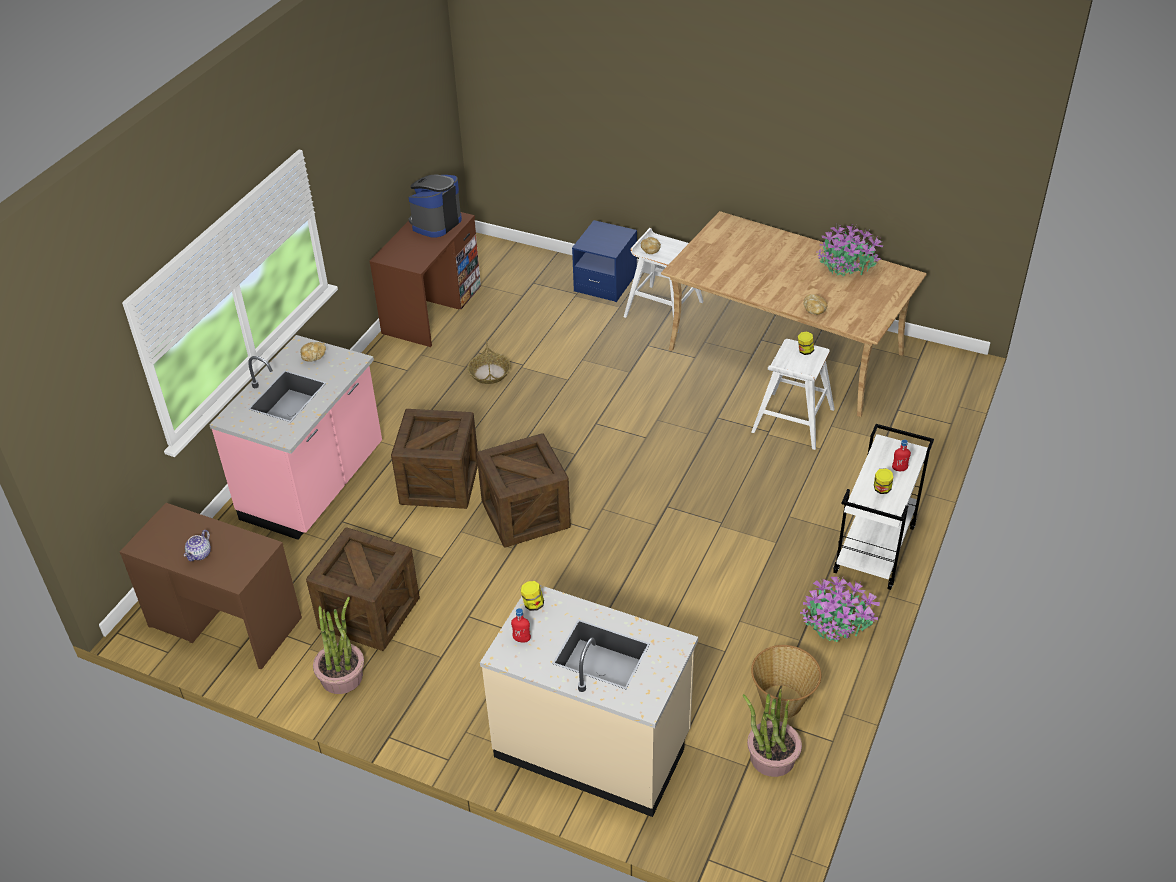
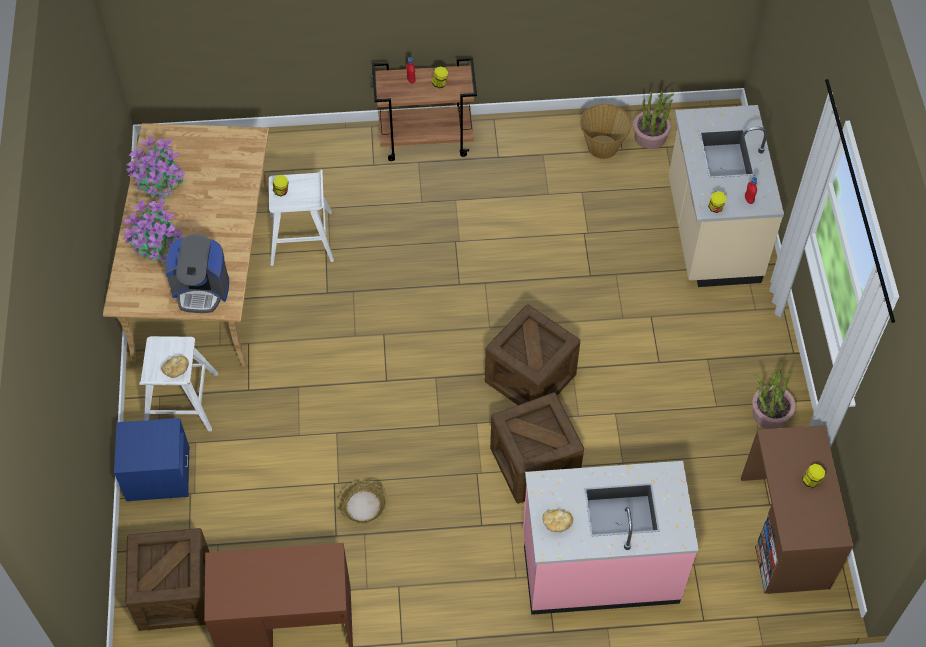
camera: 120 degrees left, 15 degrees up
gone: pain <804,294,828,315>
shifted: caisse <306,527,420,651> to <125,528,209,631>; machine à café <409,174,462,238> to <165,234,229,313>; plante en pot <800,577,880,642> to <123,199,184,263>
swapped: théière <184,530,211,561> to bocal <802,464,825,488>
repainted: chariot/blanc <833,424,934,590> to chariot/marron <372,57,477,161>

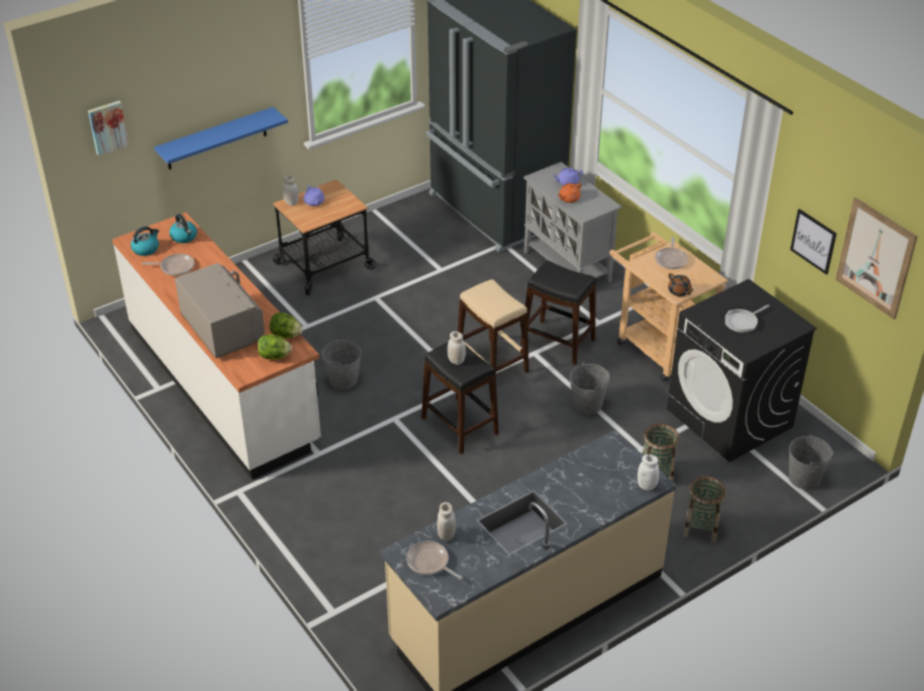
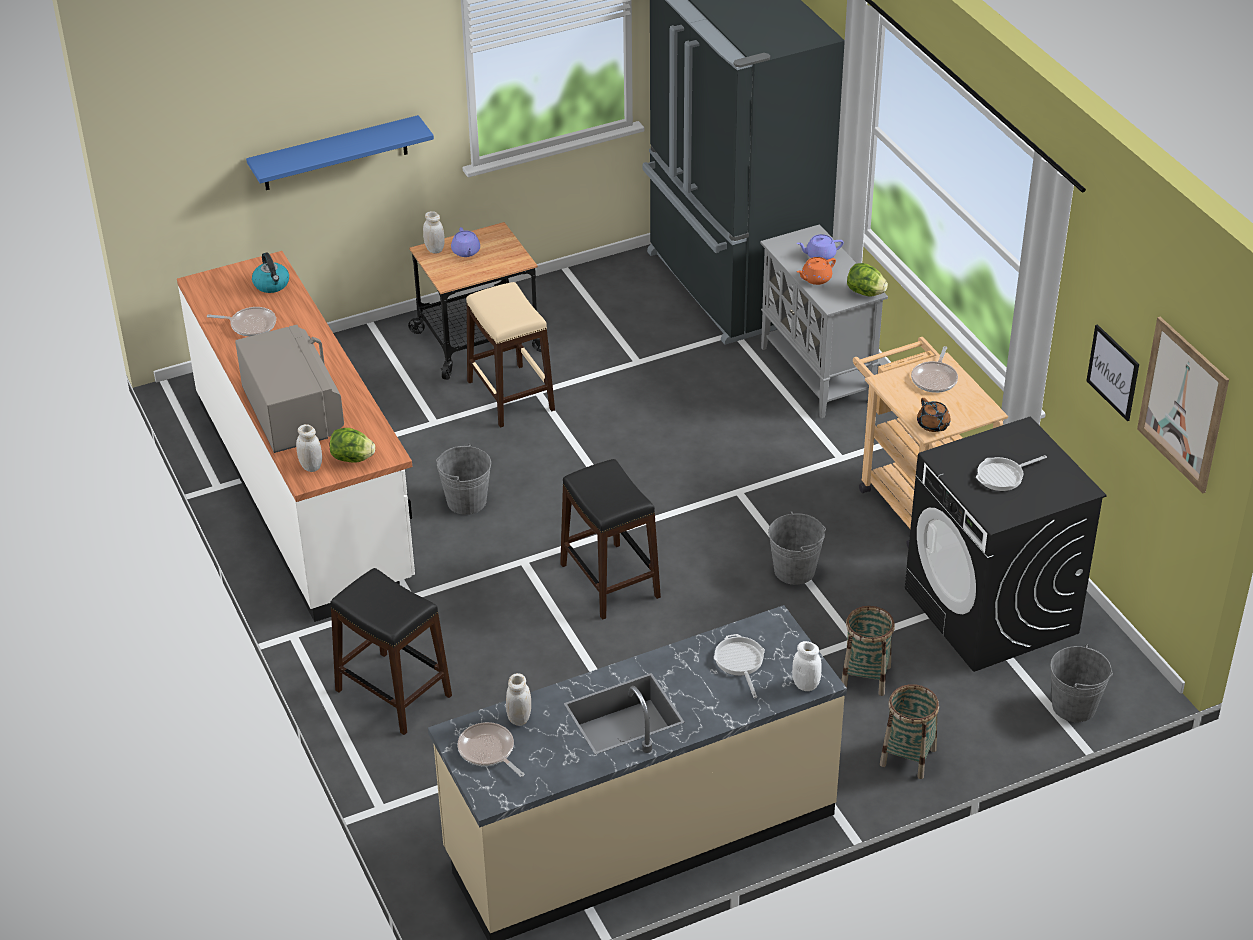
camera: 10 degrees right, 0 degrees up
gone: tableau <88,101,129,156>; bouilloire <131,226,159,256>
new: poêle <714,634,765,698>
shifted: laitue <270,313,303,339> to <847,263,888,296>; bocal/blanc <448,331,466,365> to <296,424,322,472>; tabouret/beige <458,279,529,373> to <466,282,555,428>; tabouret/noir <521,261,596,365> to <330,568,452,735>

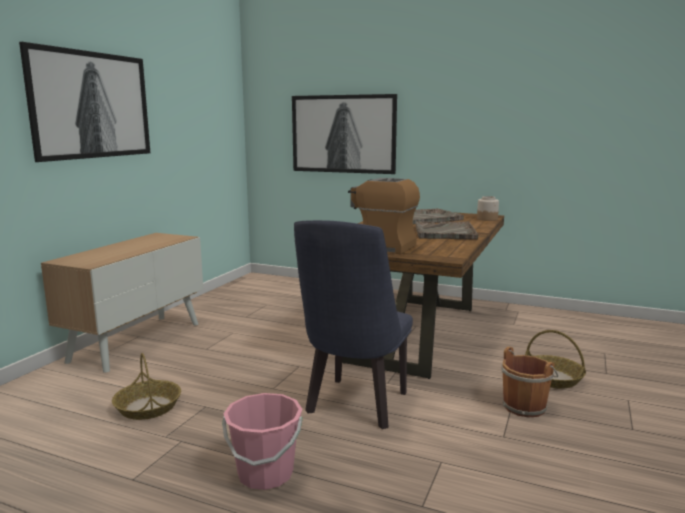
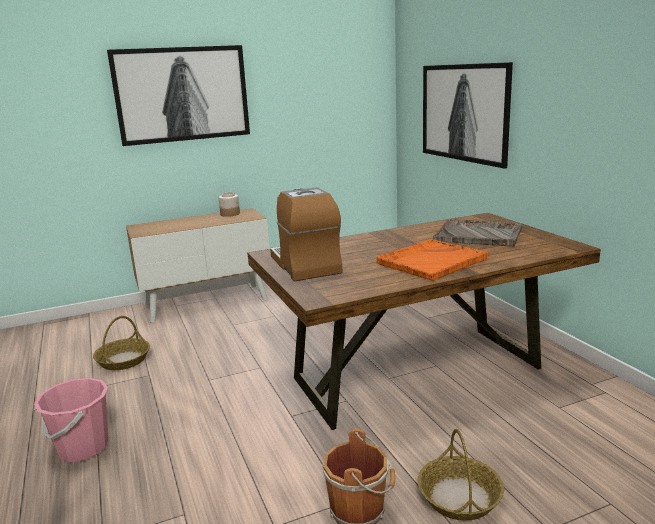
camera: 45 degrees right, 5 degrees up
gone: chaise/bleu <294,220,413,429>
shifted: bocal <477,196,499,221> to <219,192,240,217>
repainted: plateau/gris <416,221,479,239> to plateau/orange <377,239,489,281>

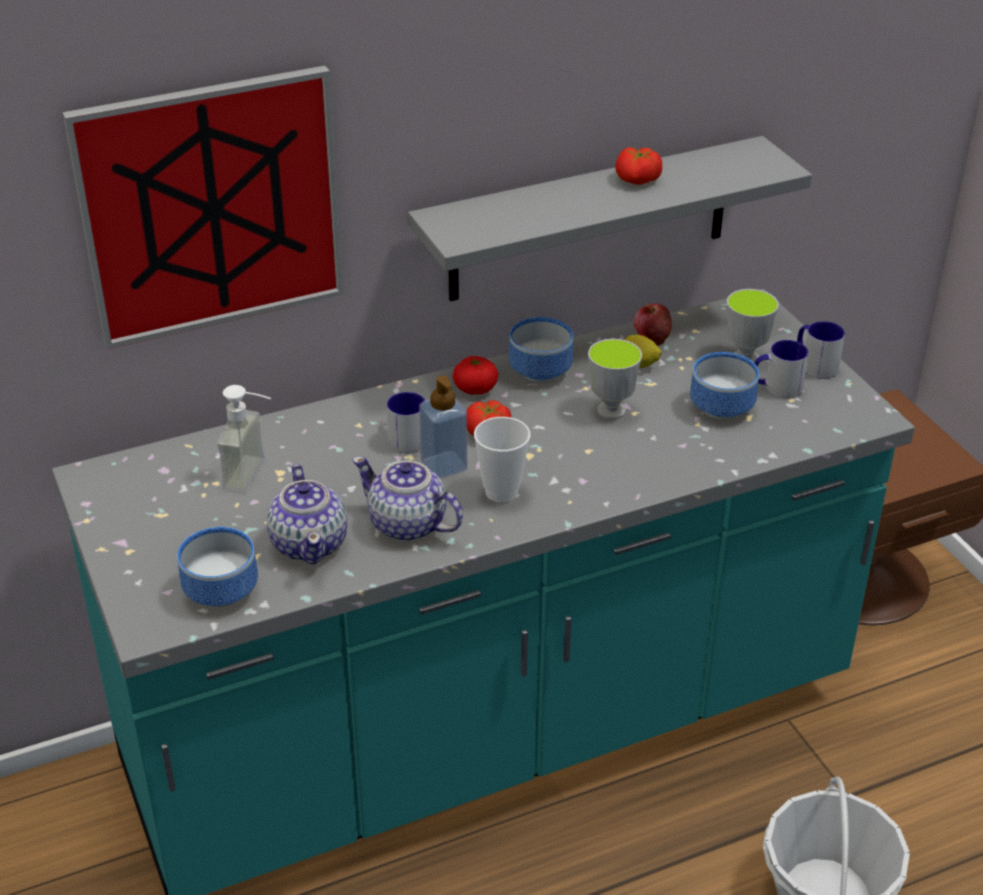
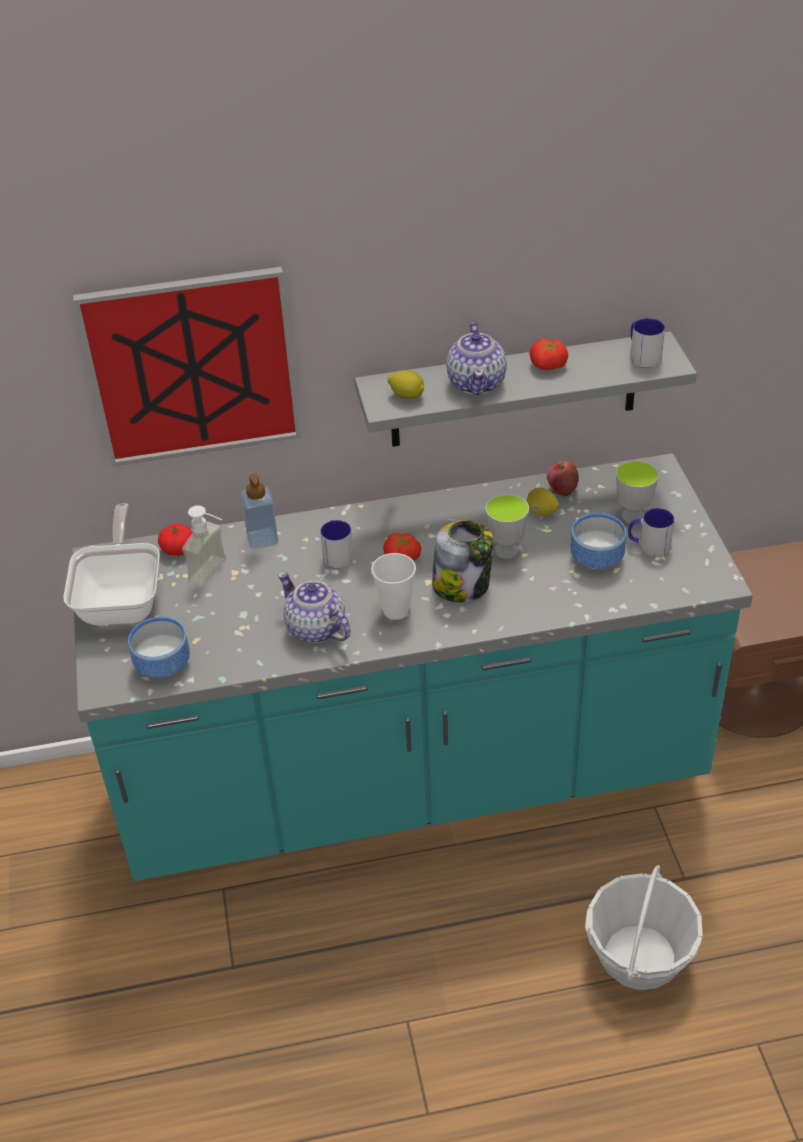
camera: 15 degrees right, 5 degrees up
gone: bol <509,317,573,382>
new: poêle <63,503,160,625>; citron <388,370,424,399>; bocal <432,520,494,602>
shifted: théière <266,464,347,564> to <446,323,507,395>; distributeur de savon <419,375,467,479> to <241,473,278,549>; tomate <453,356,498,395> to <158,523,193,556>; mug <797,321,845,379> to <630,318,665,368>

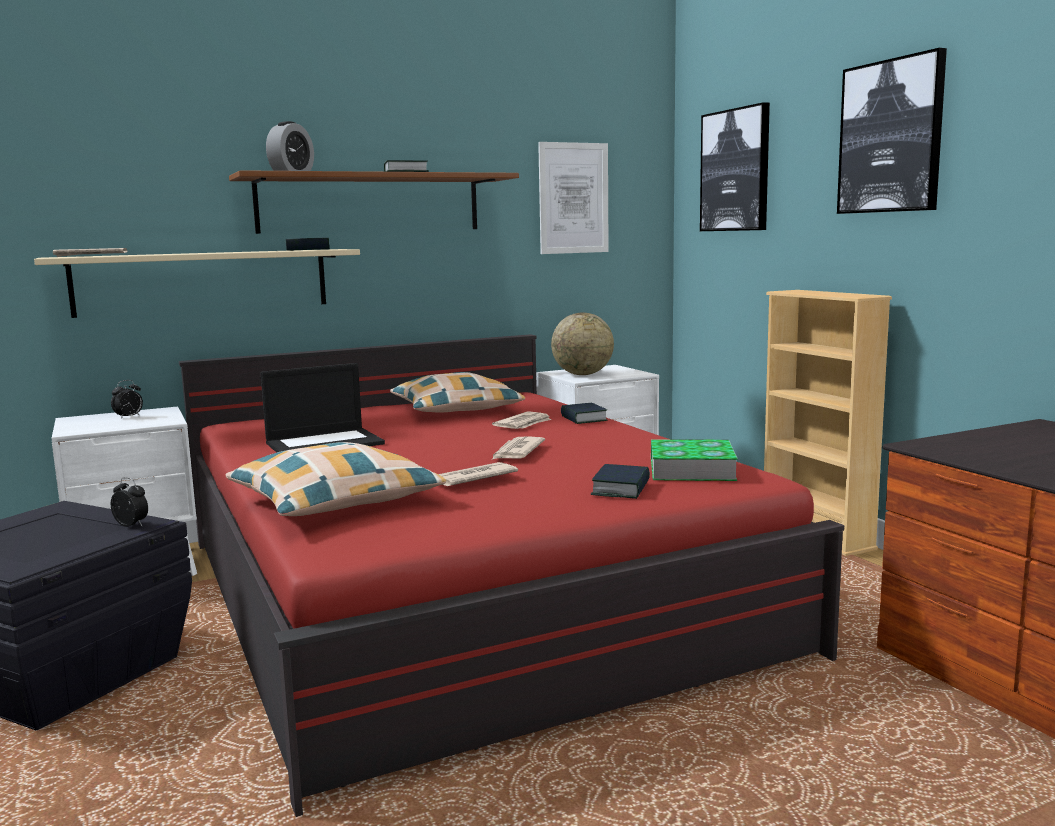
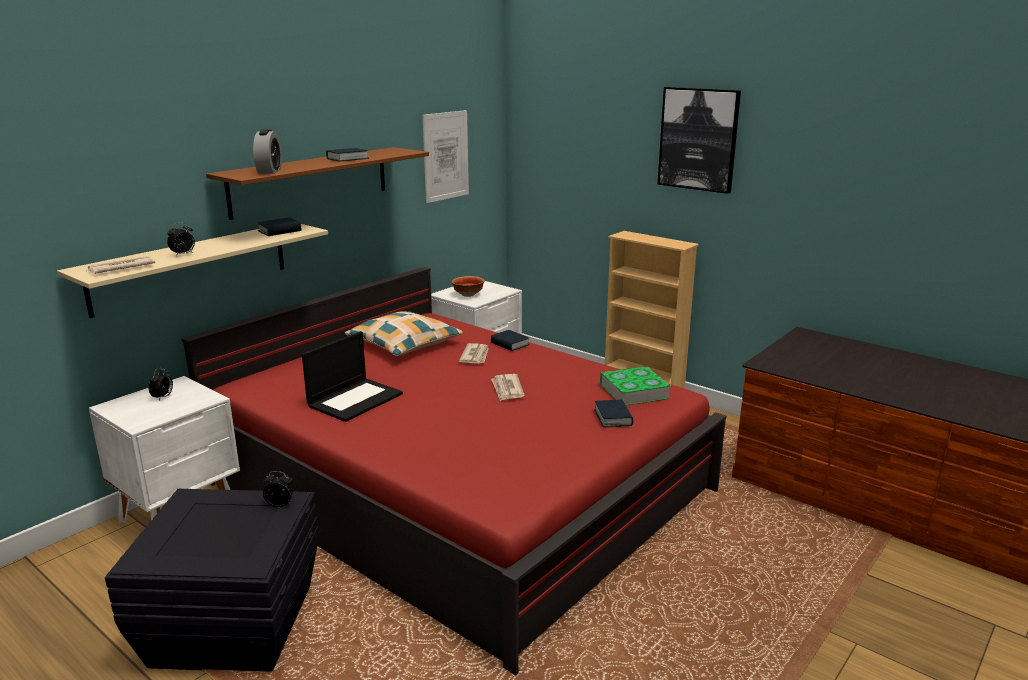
camera: 25 degrees left, 10 degrees up
gone: coussin <226,442,446,516>; journal <438,462,518,486>; tableau <700,102,770,231>
new: réveil <167,222,195,257>
swapped: globe <551,313,614,375> to bol <452,276,484,297>

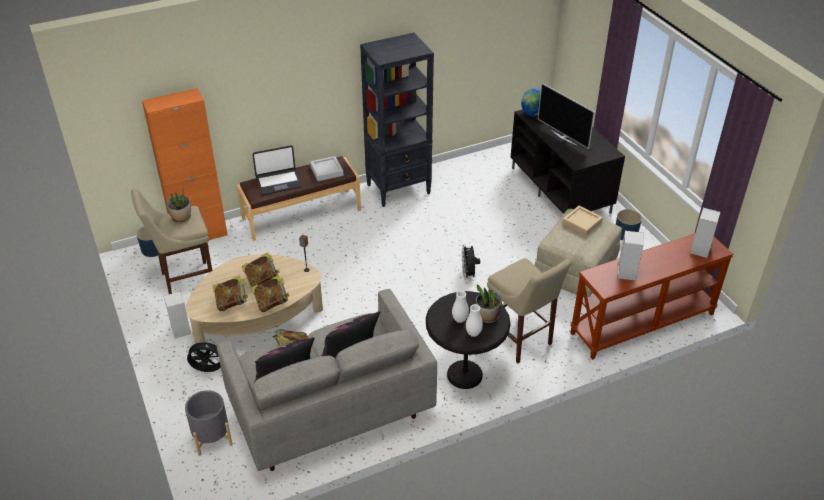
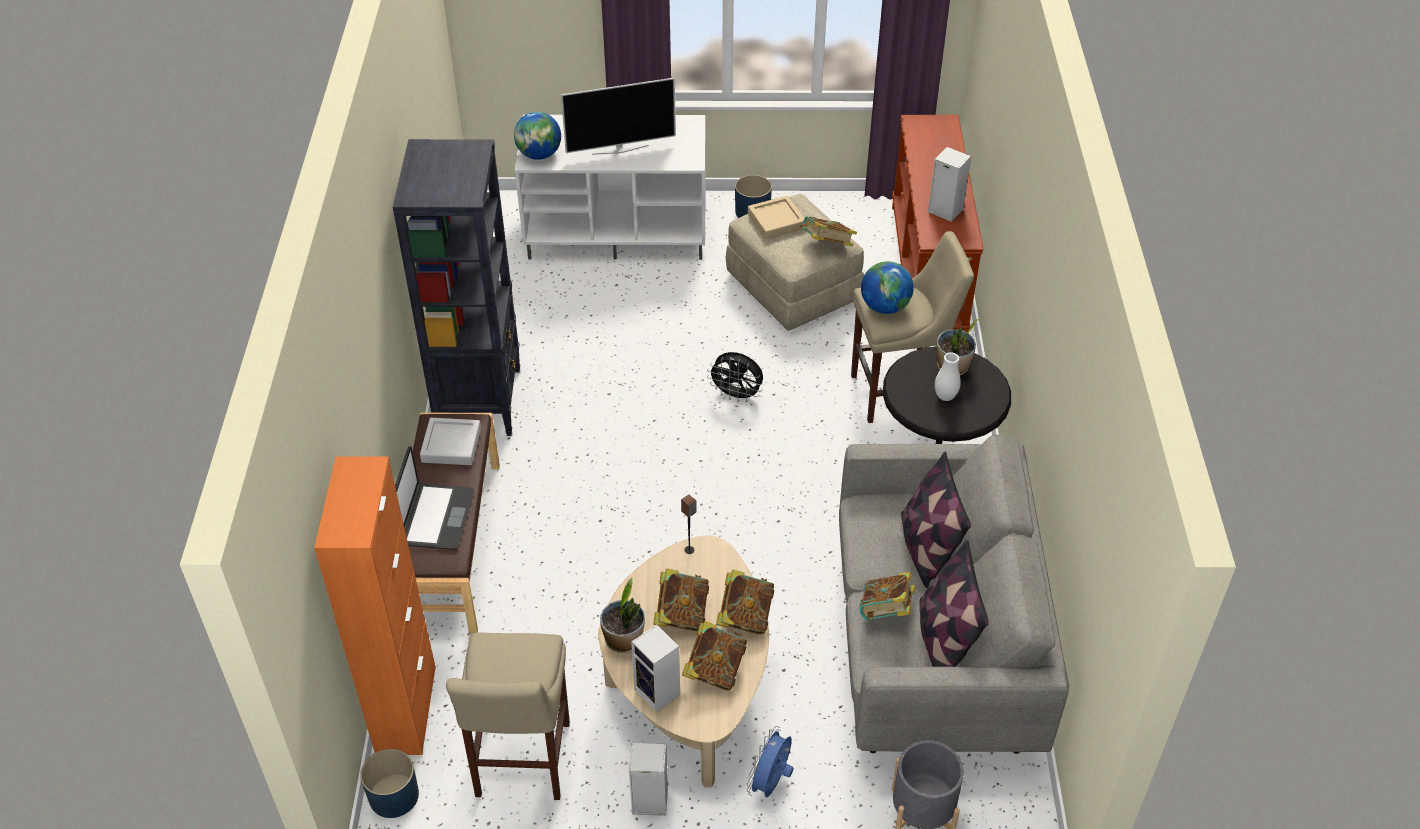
camera: 65 degrees left, 5 degrees up
gone: vase/blanc <466,304,483,337>
new: livre <800,216,857,246>; globe <861,261,914,314>
shifted: plante en pot <166,185,191,224> to <600,577,645,653>; enceinte <690,208,721,258> to <631,624,680,712>
repainted: ventilateur/noir <186,340,221,372> to ventilateur/bleu <747,726,793,797>; meuble télé/noir <511,109,625,214> to meuble télé/blanc <515,115,706,260>

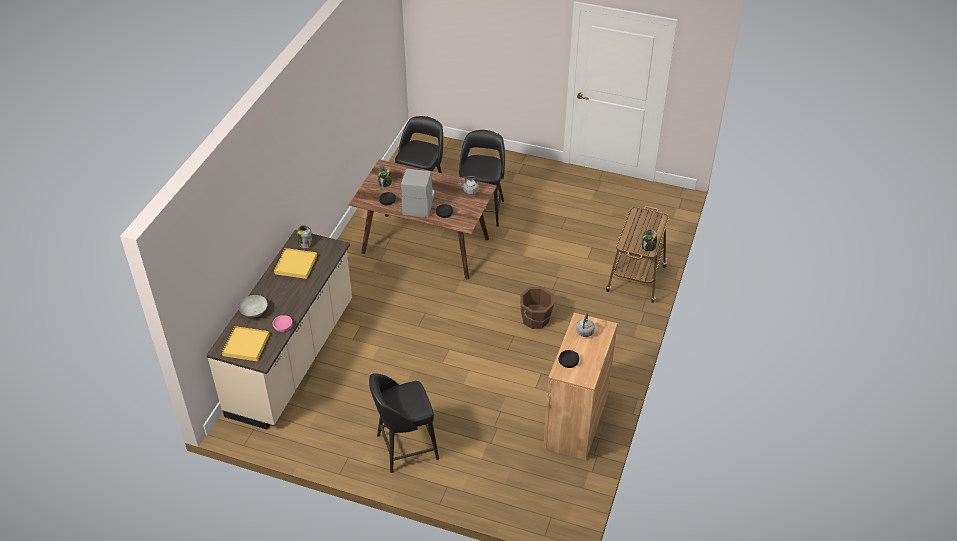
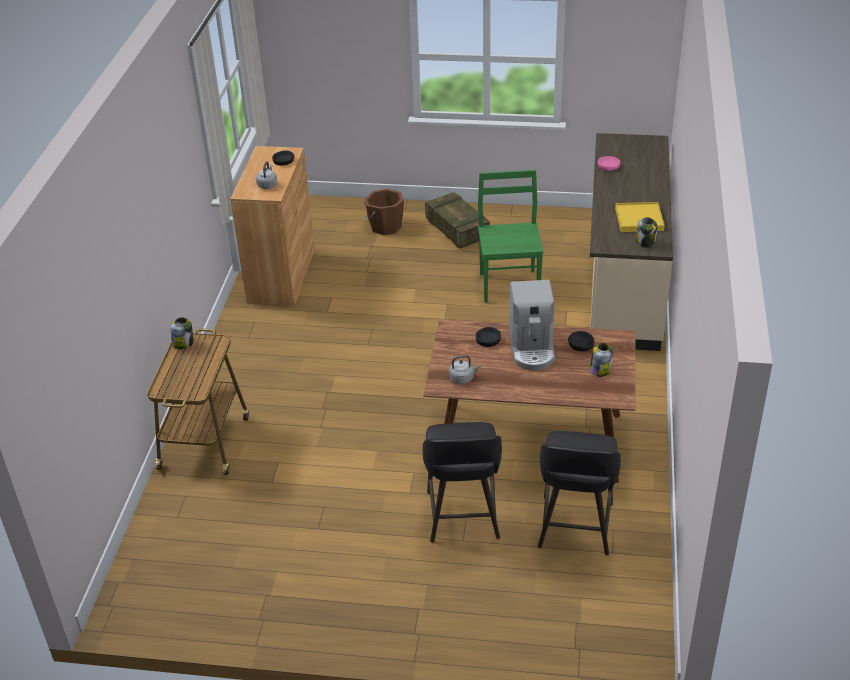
camera: 170 degrees right, 5 degrees down
gone: plateau/jaune <222,326,269,361>; bol/gris <238,295,268,317>
new: chaise/vert <478,170,544,303>
shifted: seau/marron <520,287,554,329> to <364,189,404,235>
swapped: tabouret/noir <369,373,439,473> to caisse <425,192,490,249>

